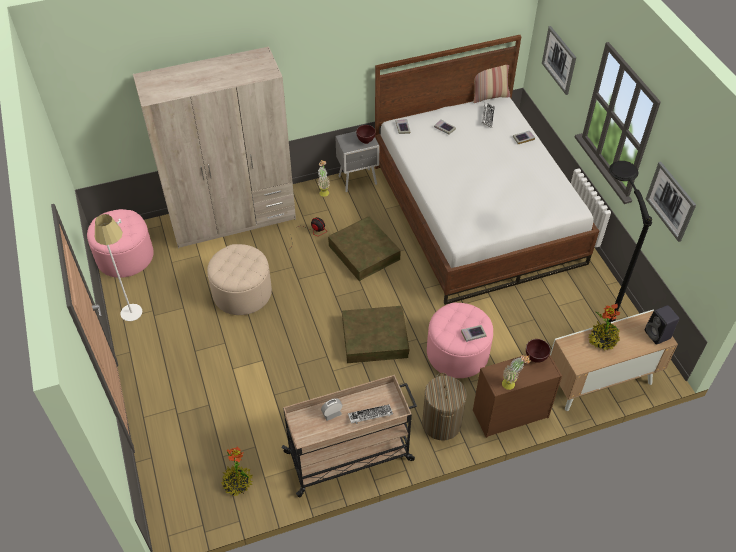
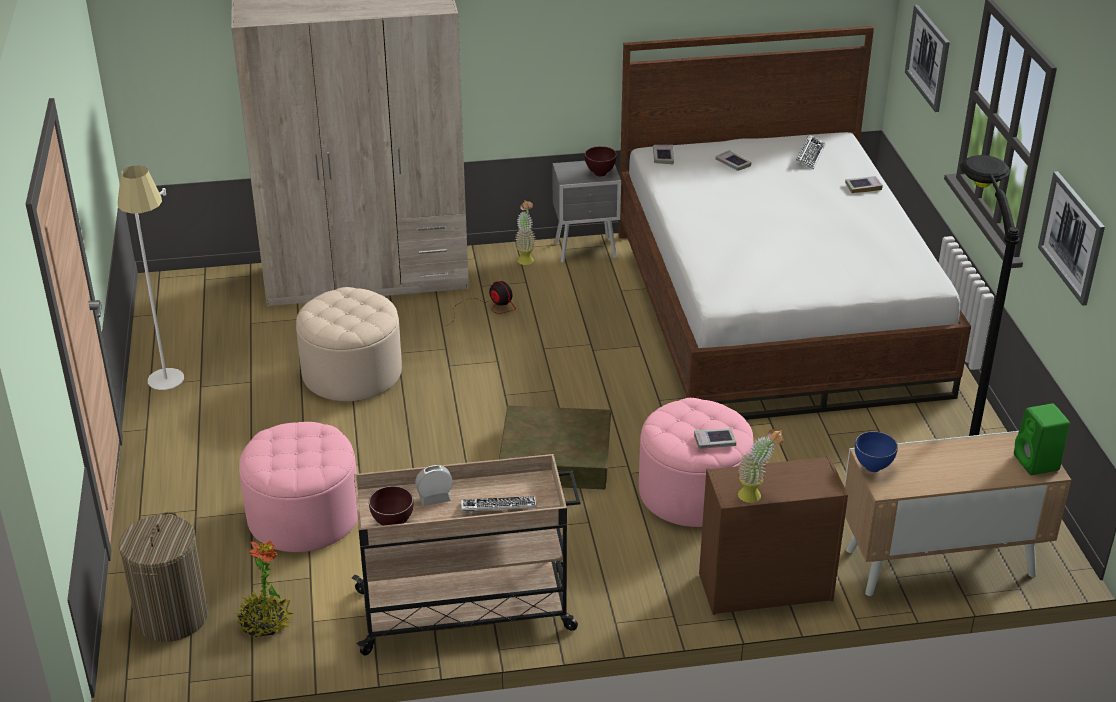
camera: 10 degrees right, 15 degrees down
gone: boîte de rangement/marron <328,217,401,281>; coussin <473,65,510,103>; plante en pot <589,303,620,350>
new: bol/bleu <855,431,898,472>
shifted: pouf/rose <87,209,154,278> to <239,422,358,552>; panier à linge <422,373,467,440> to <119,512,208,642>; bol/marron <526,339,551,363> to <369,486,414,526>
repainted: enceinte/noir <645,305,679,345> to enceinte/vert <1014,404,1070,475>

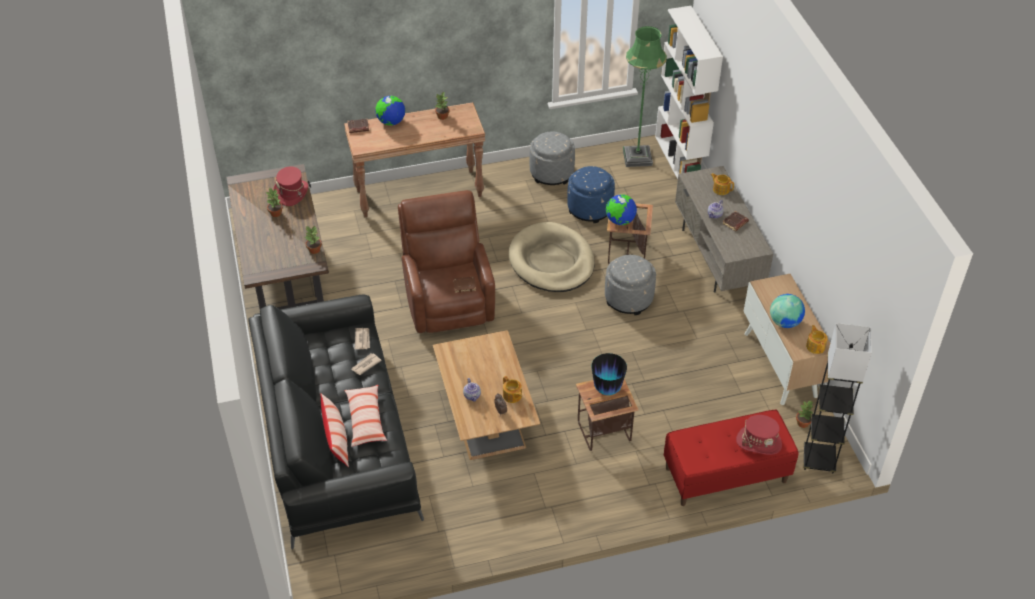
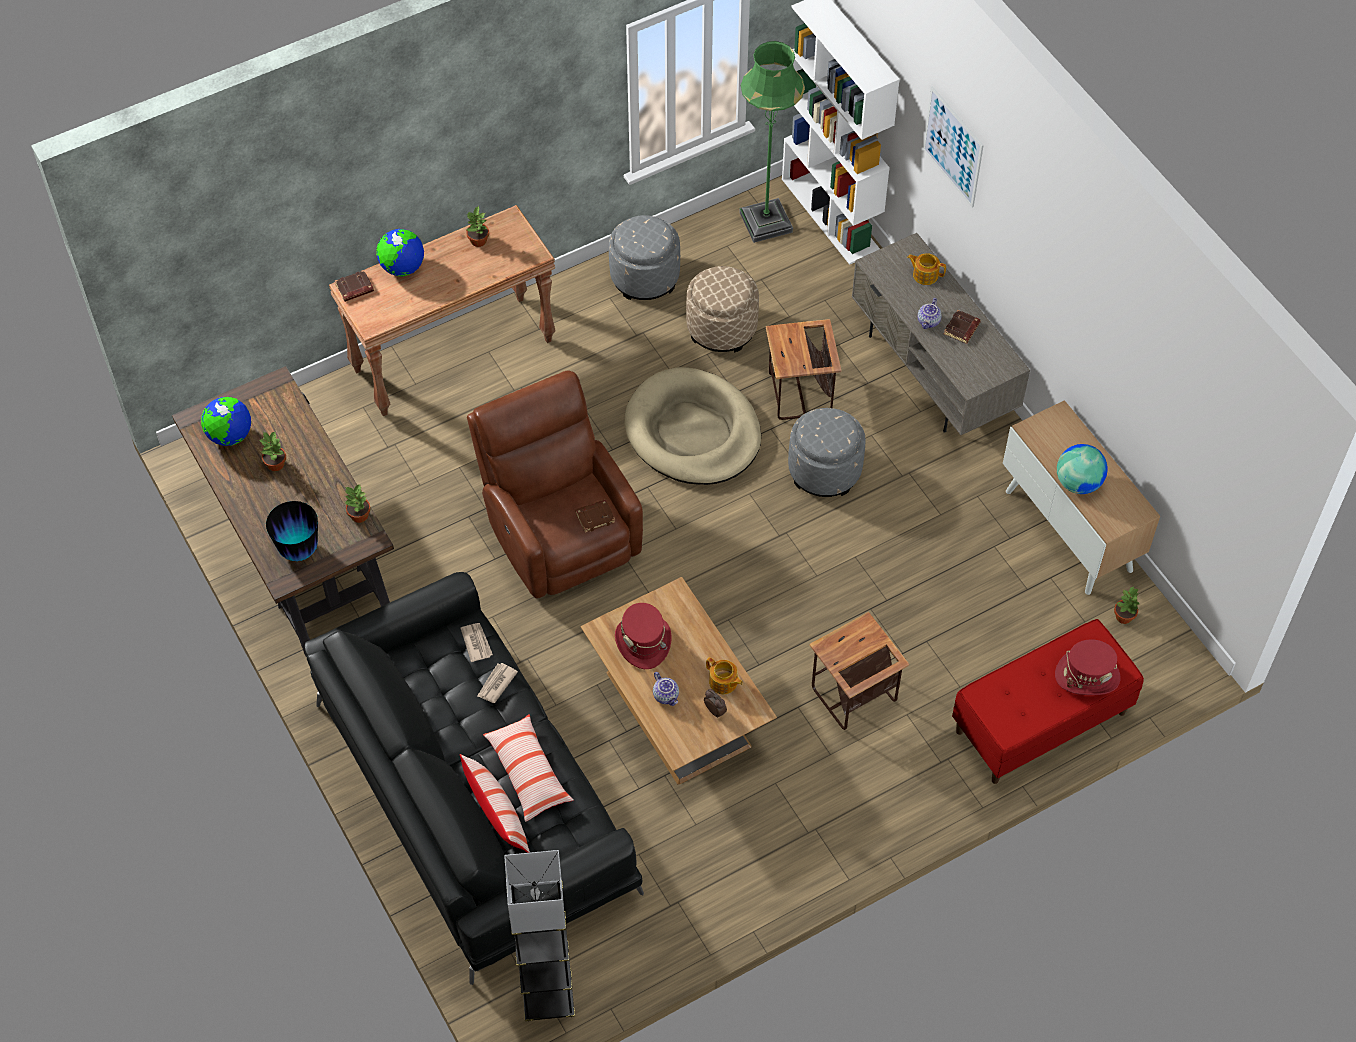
camera: 15 degrees left, 10 degrees up
gone: théière <806,325,828,354>
new: tableau <923,86,984,207>
shifted: chapeau/rouge <273,167,308,206> to <615,603,672,669>; vase <592,353,627,395> to <266,501,318,561>; globe <606,194,637,225> to <201,397,251,446>; lampadaire/gris <803,323,872,474> to <504,850,575,1021>
repainted: pouf/bleu <567,166,615,223> to pouf/beige <686,266,759,353>

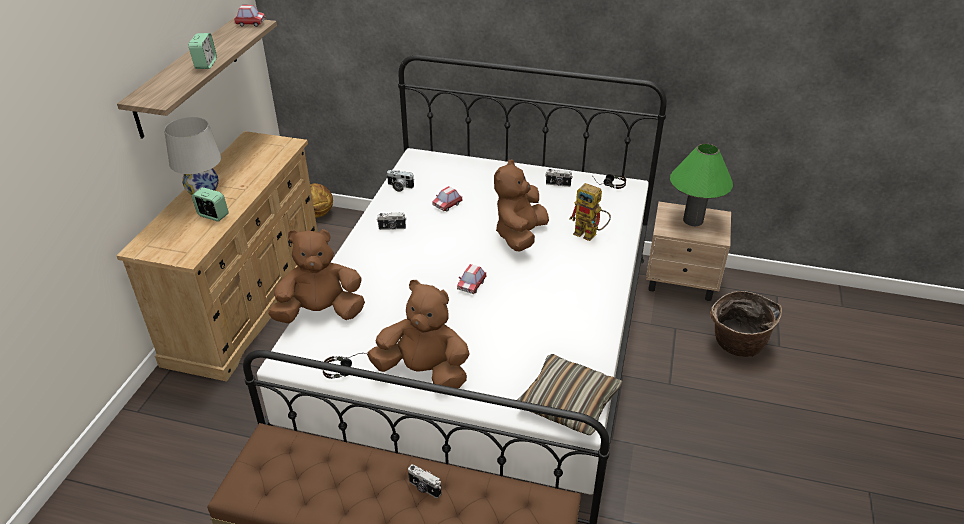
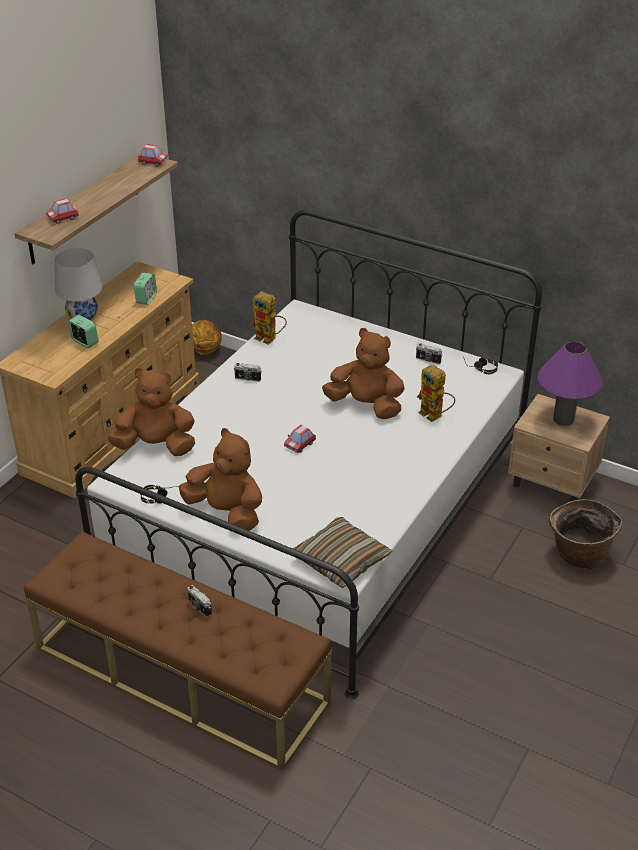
camera: 15 degrees right, 0 degrees up
shifted: réveil <189,33,217,69> to <134,273,157,305>; petite voiture <432,186,463,212> to <46,198,79,224>
swapped: appareil photo <387,170,414,192> to robot jouet <250,291,287,345>
repainted: lampe de table/vert <670,144,733,226> to lampe de table/violet <538,341,603,426>
rotated: peluche/marron <494,159,549,251> = <322,328,405,419> 75 degrees clockwise

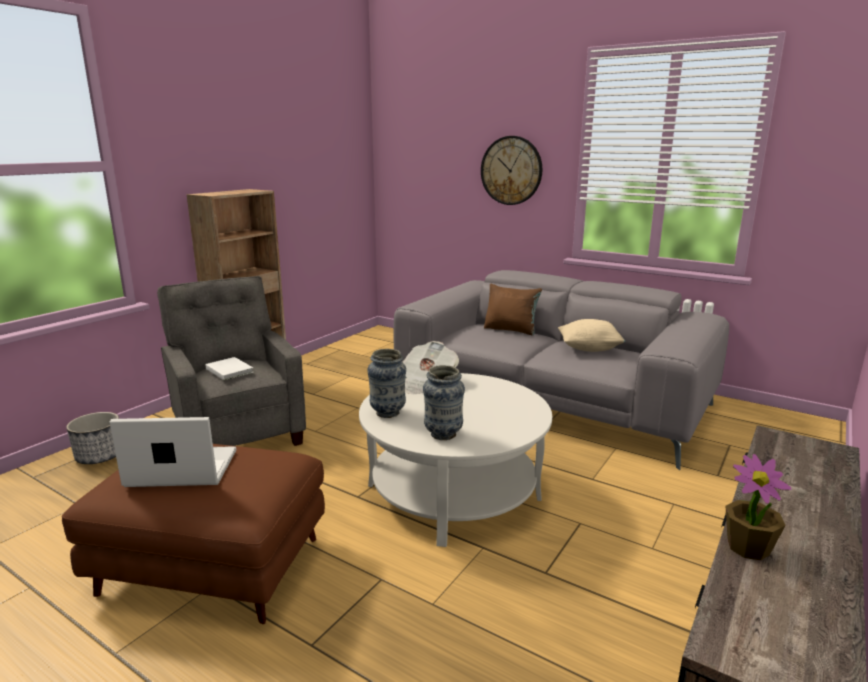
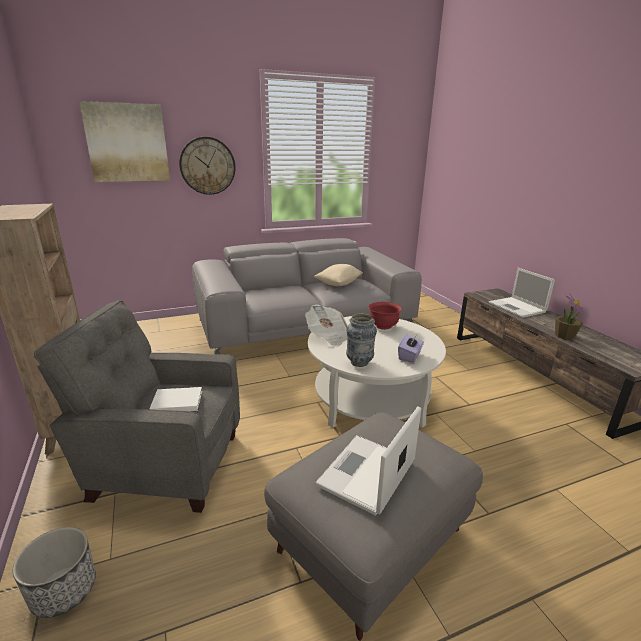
camera: 55 degrees left, 5 degrees up
gone: coussin/marron <484,284,542,335>
new: tableau <79,101,170,182>; bol/rouge <368,302,402,330>; ordinateur portable <489,268,555,318>
swapped: vase <423,365,465,440> to boîte à mouchoirs/violet <398,335,424,363>
repainted: pouf/marron <62,444,325,624> to pouf/gris <264,412,483,641>

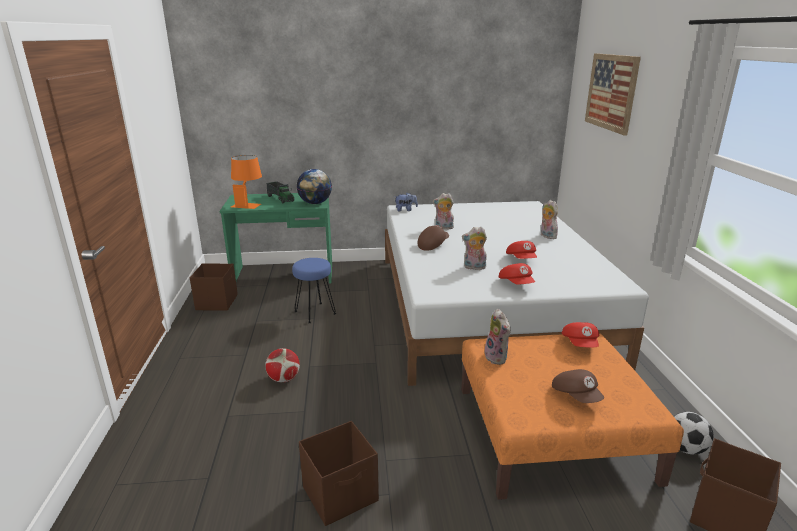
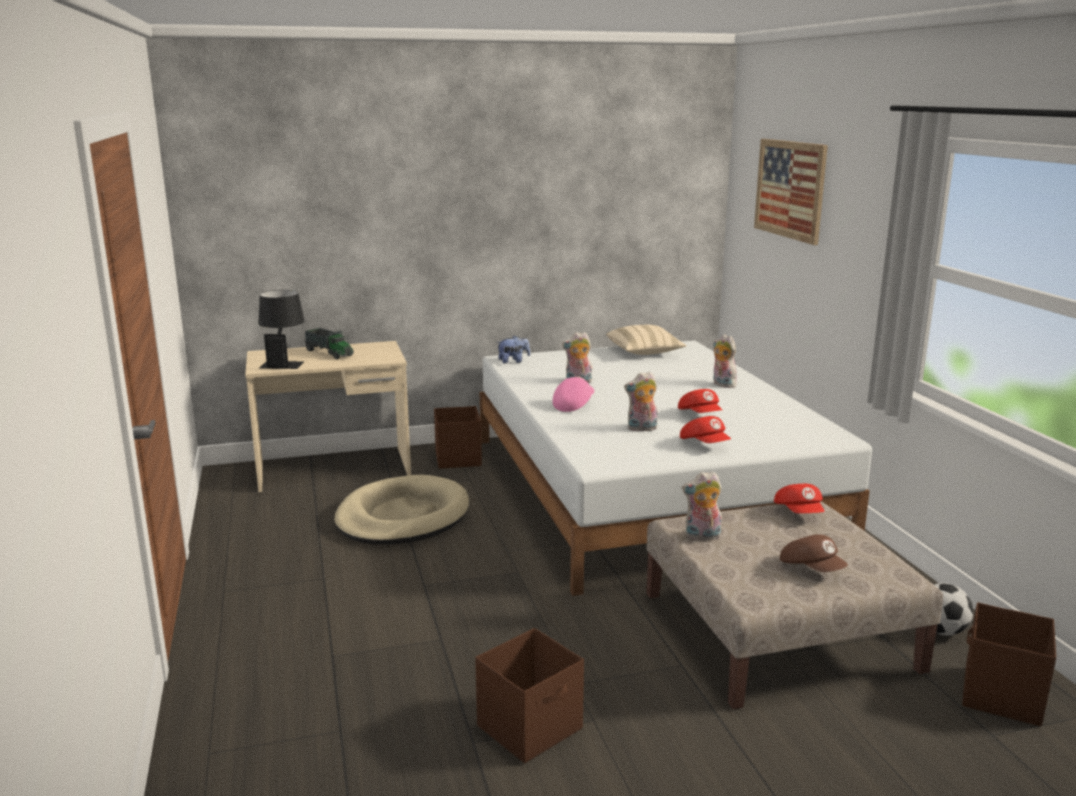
camera: 10 degrees left, 5 degrees down
gone: ballon de foot <265,348,300,382>; globe <297,169,332,204>
new: coussin/beige <606,325,687,355>
shifted: boîte de rangement/marron <190,263,238,310> to <434,406,482,469>
swapped: tabouret/bleu <292,258,336,323> to panier pour chien/beige <334,475,469,544>
repainted: bureau/vert <219,193,332,284> to bureau/beige <245,341,411,492>; lampe de table/orange <231,155,262,209> to lampe de table/noir <258,290,305,369>; casquette/marron <418,225,449,251> to casquette/rose <553,376,594,412>; pouf/orange <461,333,684,500> to pouf/beige <646,502,943,709>
rotated: peluche <484,309,511,365> = <682,471,722,540> 120 degrees clockwise

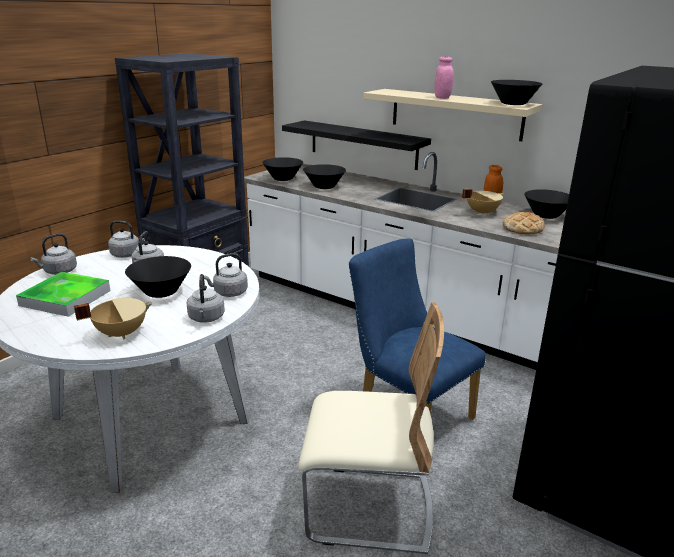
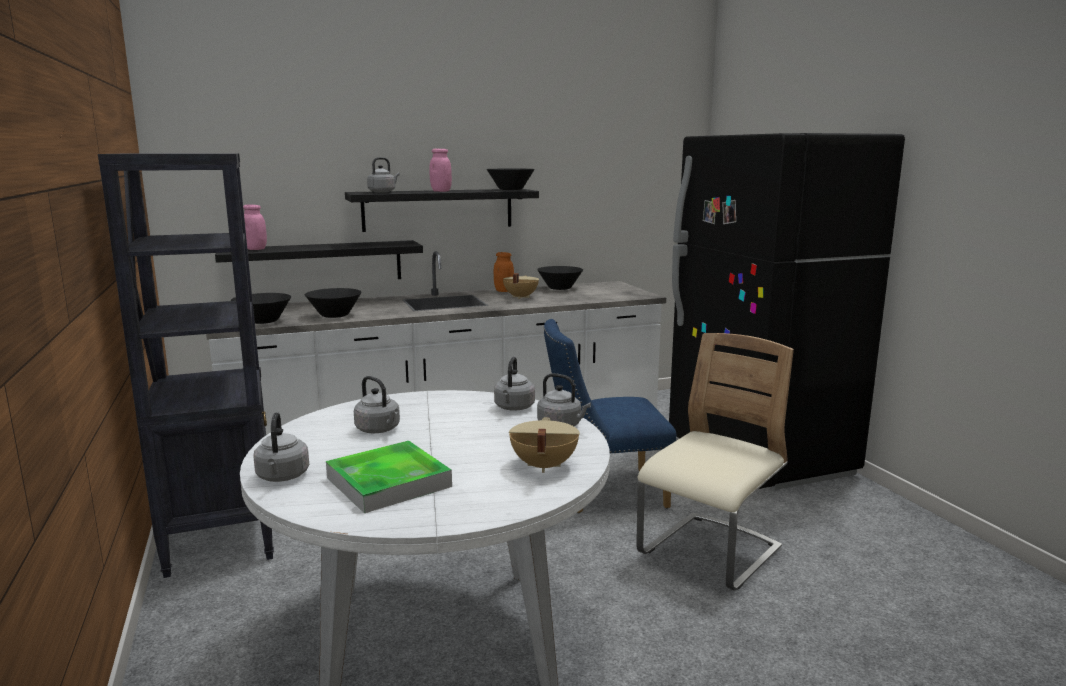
camera: 55 degrees left, 10 degrees down
gone: bol/noir <125,256,191,298>; pain <503,212,545,234>
new: bocal/rose <243,204,267,250>
shifted: bouilloire/gris <108,221,145,258> to <367,157,400,193>
repainted: étagère/beige <363,89,542,141> to étagère/noir <345,189,539,232>

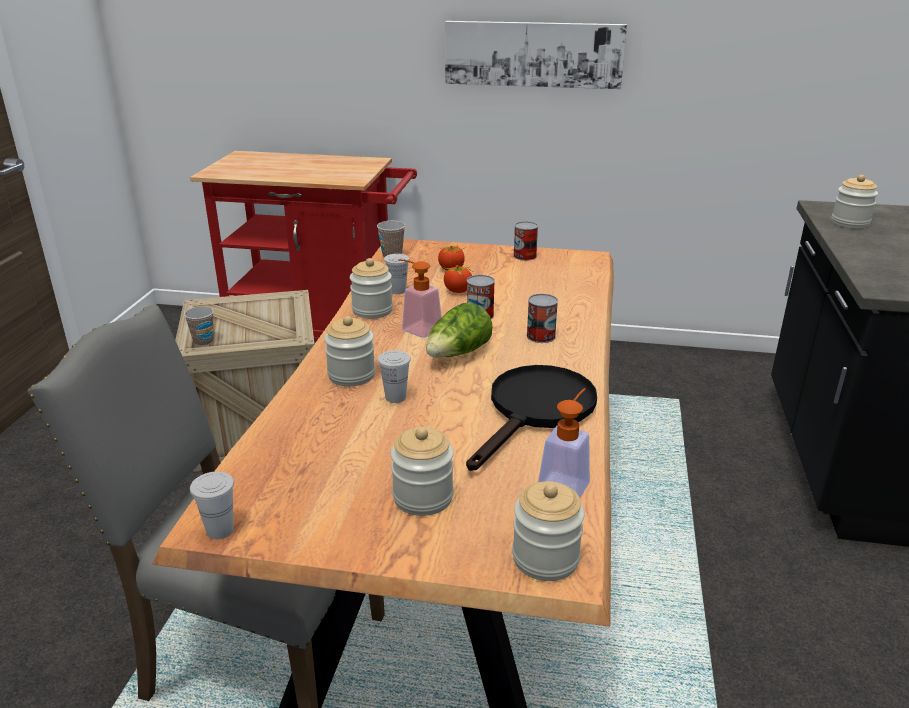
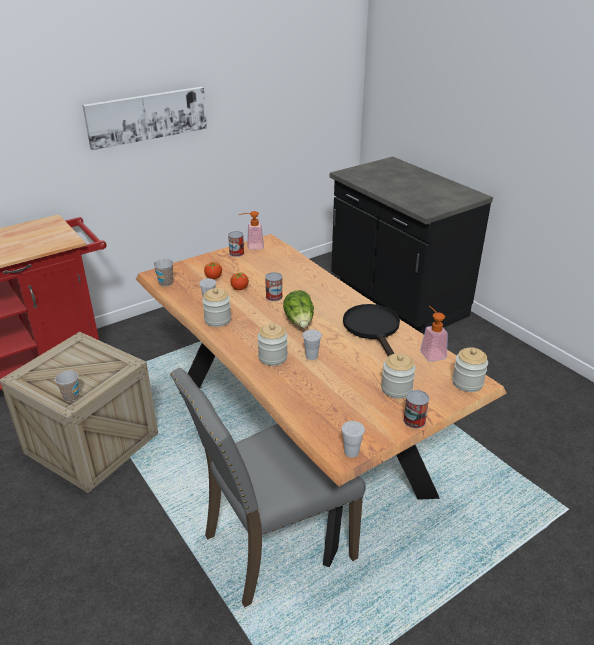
camera: 45 degrees left, 5 degrees up
gone: bocal <832,175,878,228>
shifted: distributeur de savon <398,259,442,338> to <239,211,264,250>; boîte métallique <526,294,558,343> to <403,390,429,429>

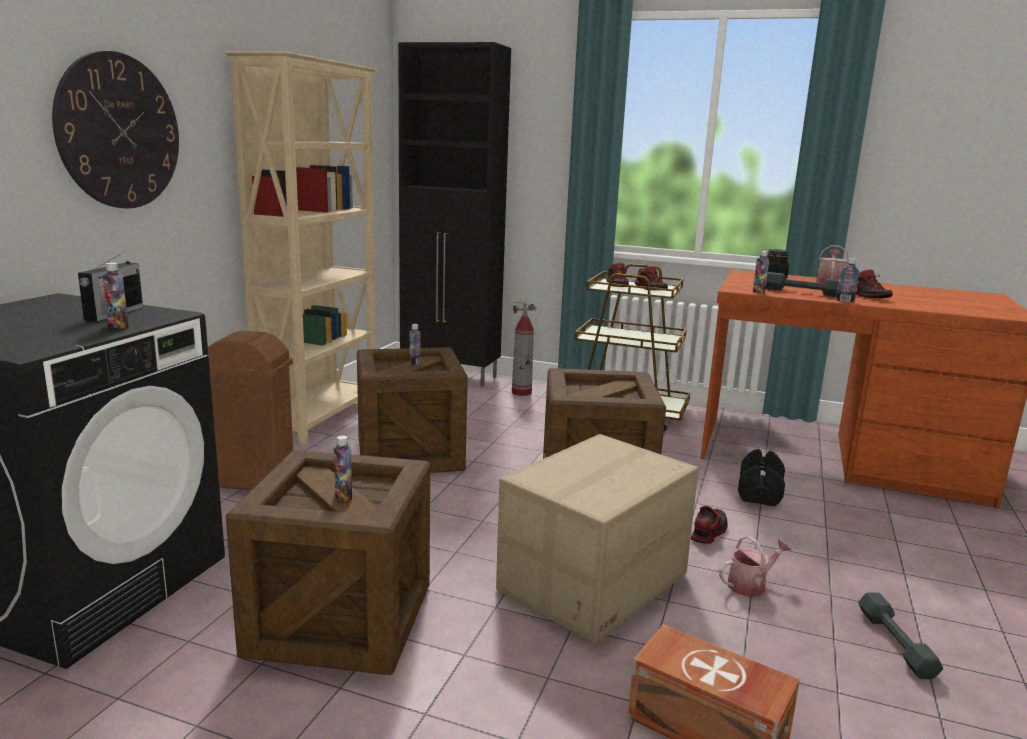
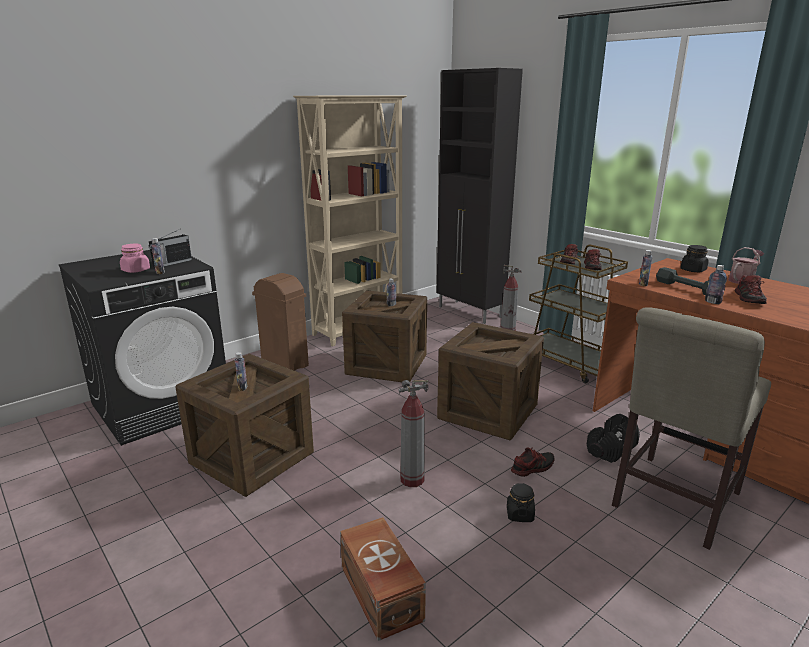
camera: 30 degrees right, 5 degrees up
gone: horloge murale <52,51,179,208>; haltère/gris <858,593,943,679>
new: bocal/rose <120,244,150,273>; chaise/beige <612,307,771,550>
swapped: carton <496,434,699,644> to extincteur <398,380,428,487>; arrosoir <719,536,791,597> to bocal/noir <507,483,535,522>

